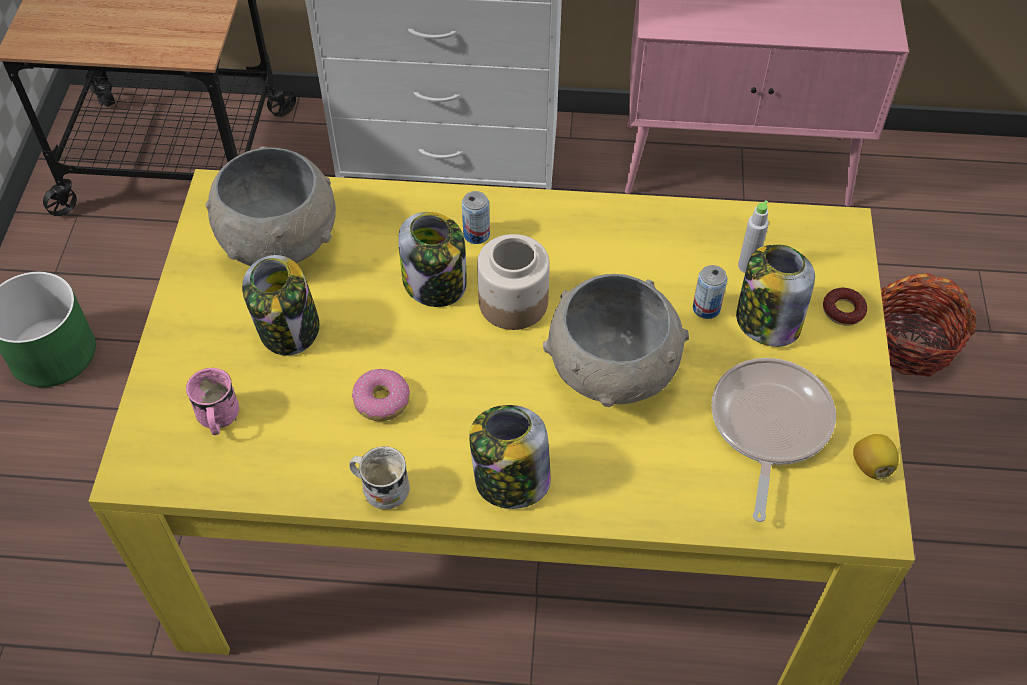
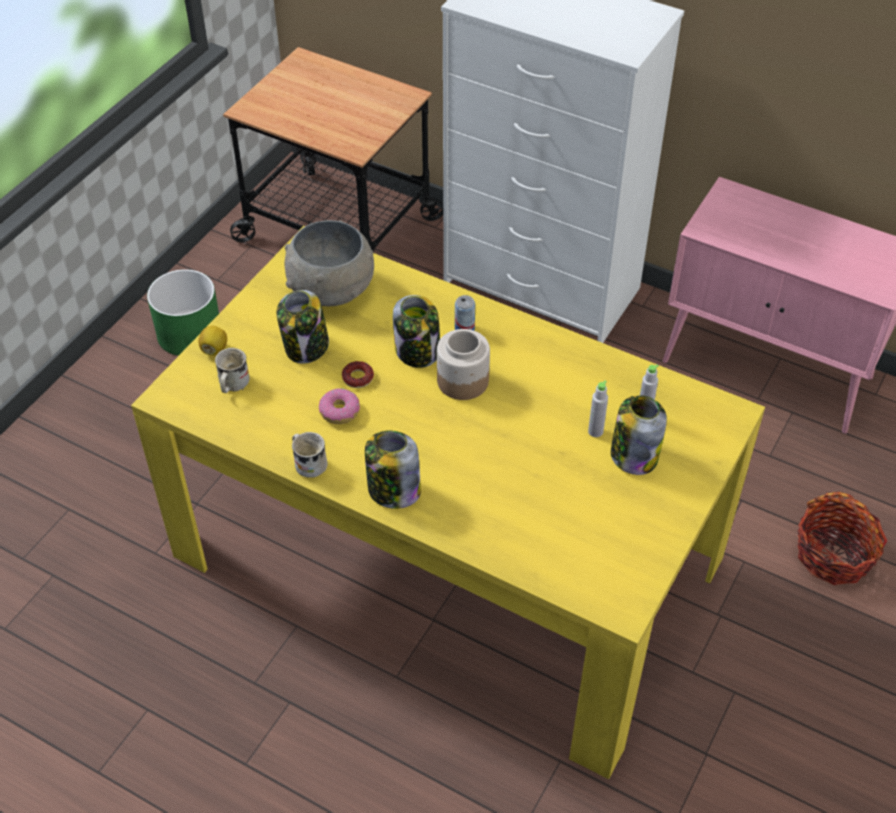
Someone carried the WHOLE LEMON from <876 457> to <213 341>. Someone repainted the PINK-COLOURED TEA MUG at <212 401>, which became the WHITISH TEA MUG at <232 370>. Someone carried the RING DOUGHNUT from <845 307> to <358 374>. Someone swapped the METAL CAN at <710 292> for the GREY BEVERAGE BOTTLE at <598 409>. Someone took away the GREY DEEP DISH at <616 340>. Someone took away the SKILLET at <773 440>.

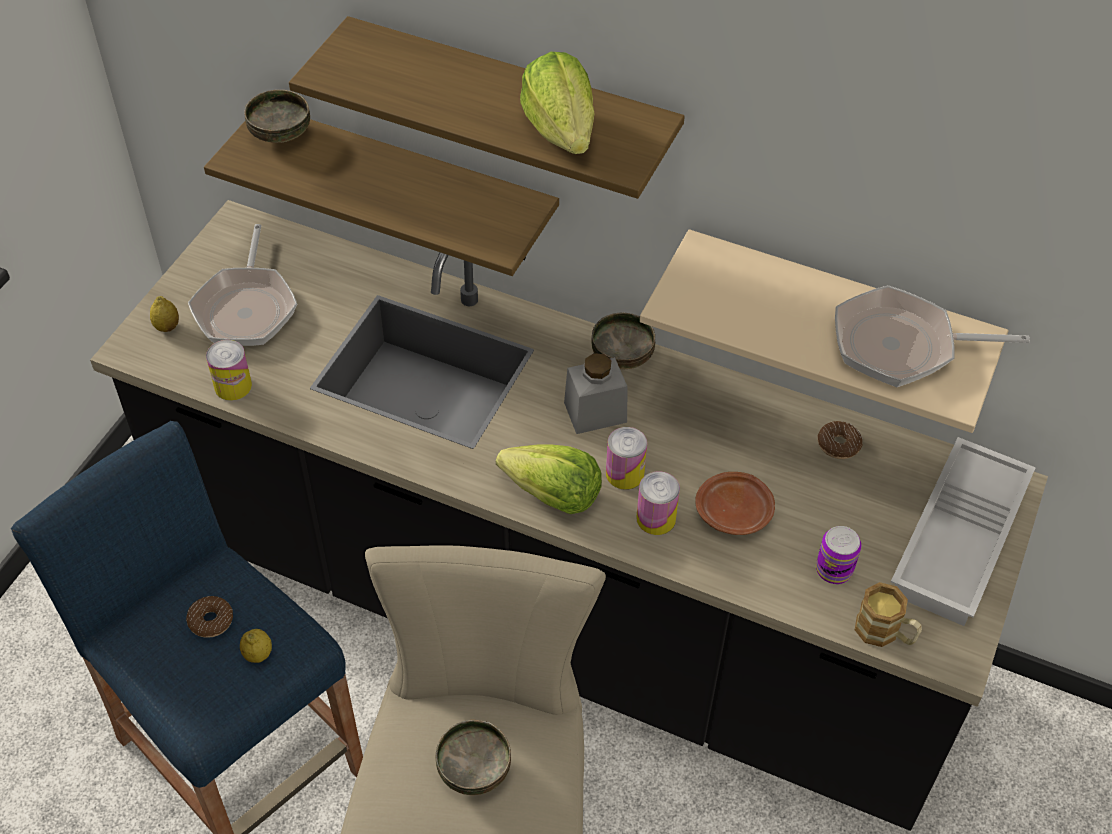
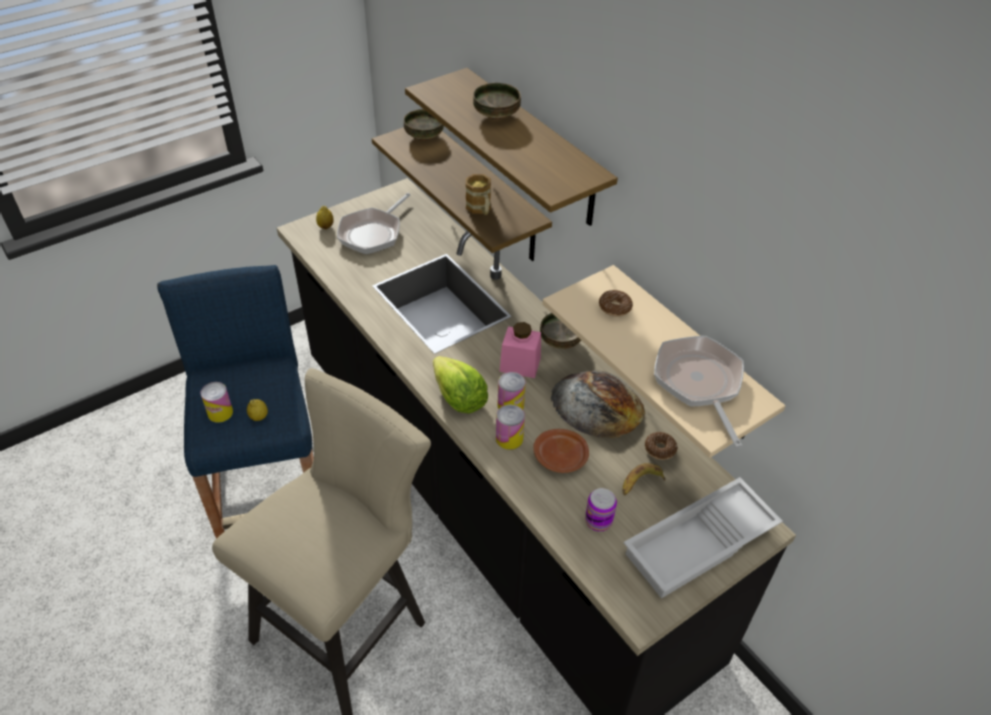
Someone carried the METAL CAN from <229 370> to <216 402>. Someone carried the TEA MUG from <888 614> to <478 194>. Someone carried the DEEP DISH from <473 757> to <497 101>. Someone repainted the GREY JAR at <595 393>, which became the PINK-COLOURED JAR at <520 350>. Someone put down the BAKERY BREAD at <598 404>. Someone carried the RING DOUGHNUT from <209 617> to <616 303>. Someone put down the BANANA at <644 479>. Someone rotated the SKILLET at <932 336> by 45 degrees clockwise. Someone took away the HEAD OF LETTUCE at <557 103>.

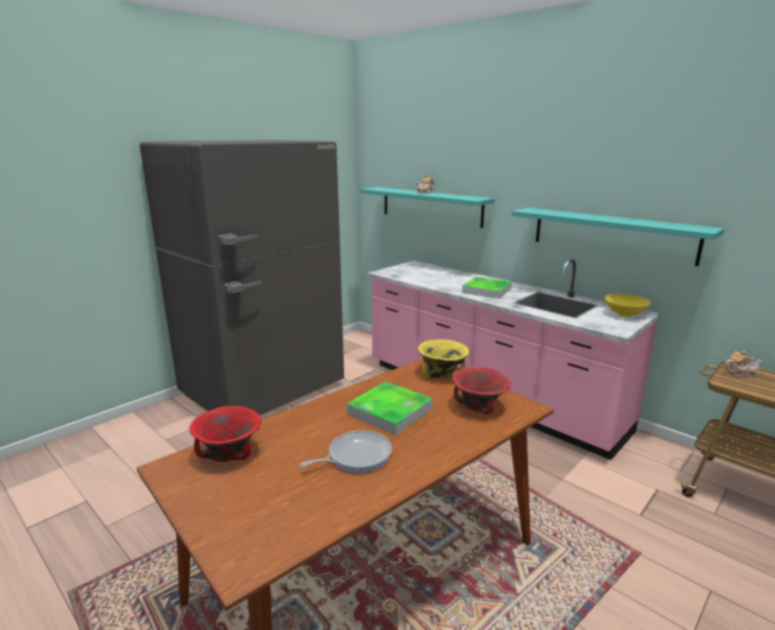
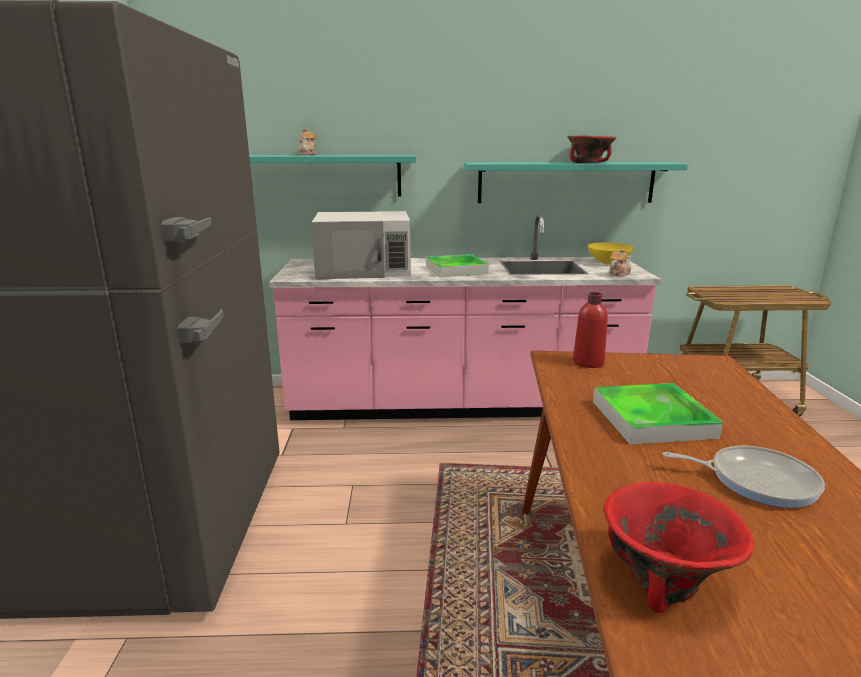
Someone put down the WHITISH KITCHEN MICROWAVE at <361 245>. Someone carried the RED DEEP DISH from <481 391> to <592 149>. Someone swapped the YELLOW DEEP DISH at <443 358> for the RED BEVERAGE BOTTLE at <590 330>. Someone carried the TEAPOT from <743 363> to <620 262>. Someone rotated the SKILLET at <345 451> by 90 degrees clockwise.

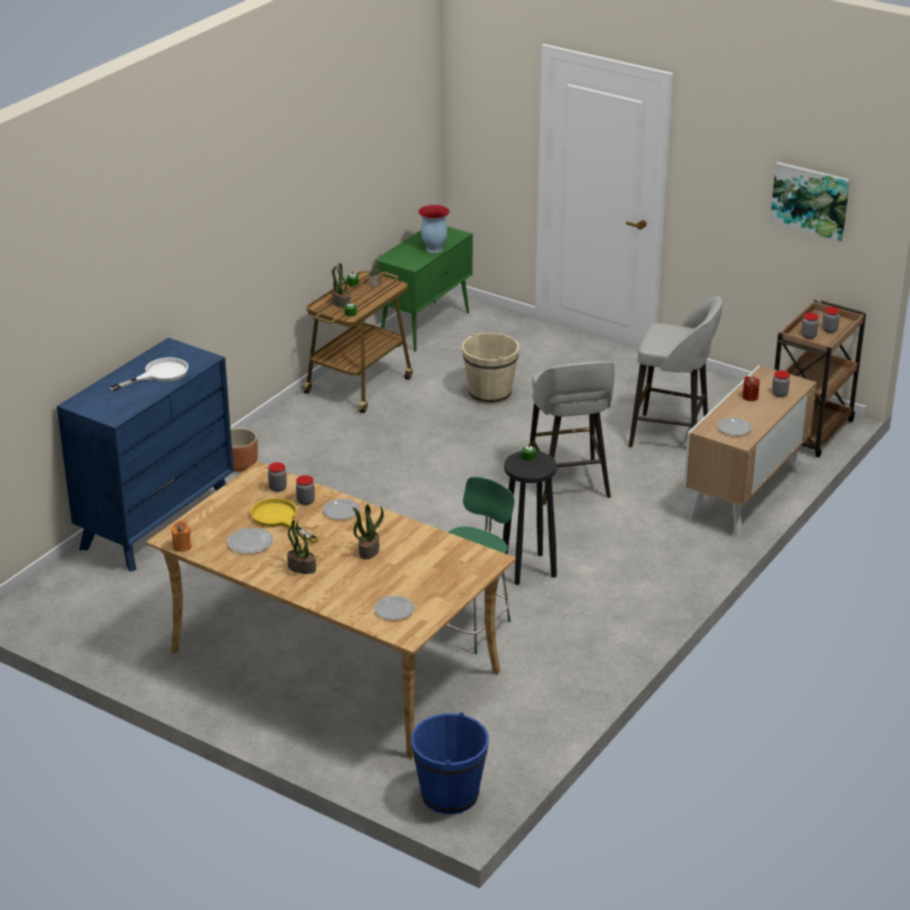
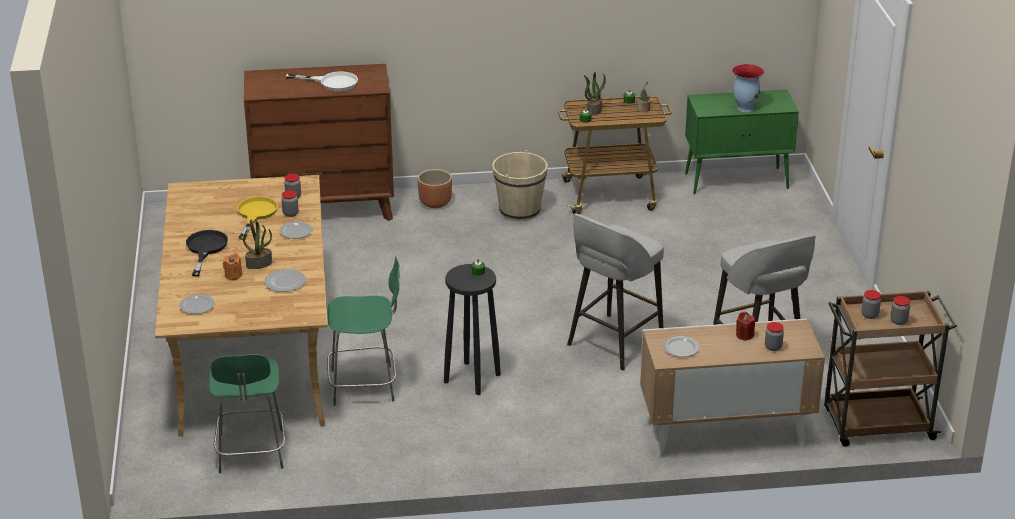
Someone swapped the POTTED PLANT at <301 547> for the BLACK-COLOURED SKILLET at <207 253>. Someone put down the GREENISH PLAIN CHAIR at <247 413>. Someone carried the ORANGE CANDLE from <181 536> to <233 266>. Someone repainted the BLUE DRAWER CHEST at <145 455>, which became the BROWN-COLOURED DRAWER CHEST at <319 142>. Someone carried the DINNER PLATE from <250 541> to <285 280>. Someone carried the SAND-COLOURED WATER BUCKET from <490 369> to <520 185>. Someone took away the BLUE WATER BUCKET at <450 763>. Someone took away the PICTURE at <810 202>.

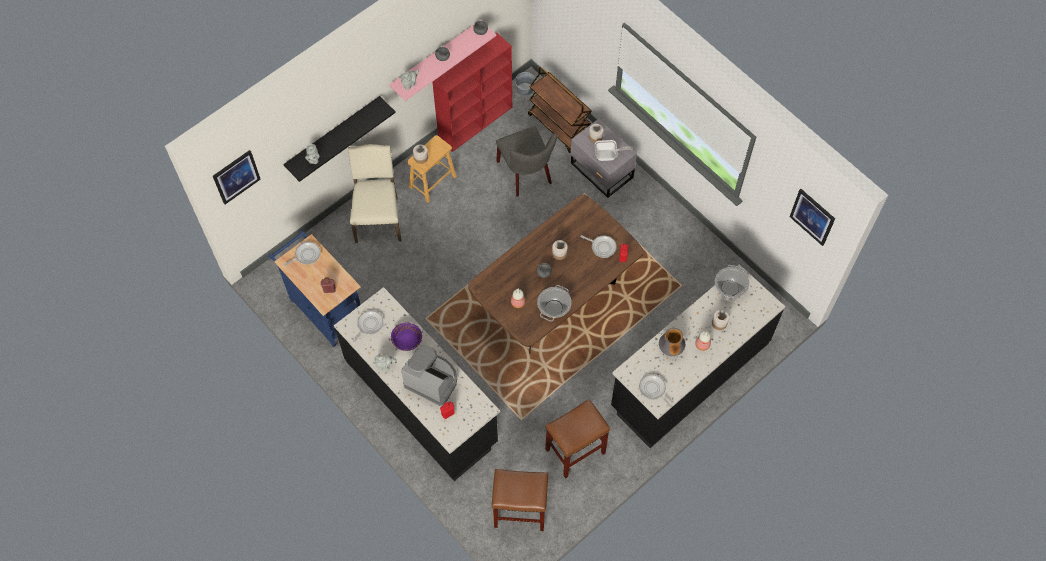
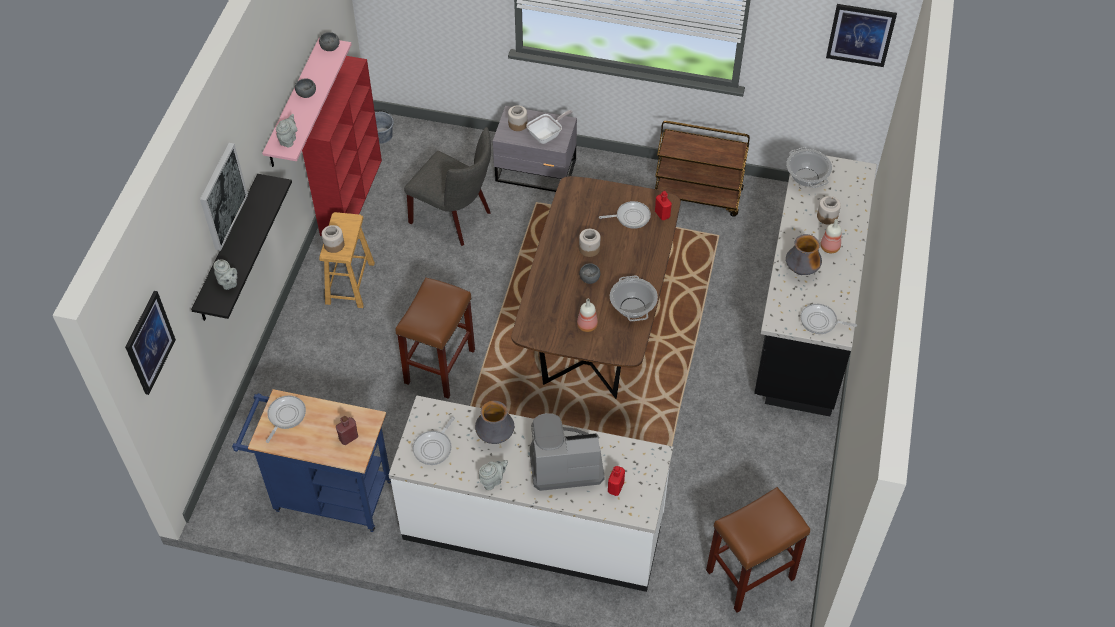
Someone put up the PICTURE at <224 197>. Someone repainted the BLACK-COLOURED KITCHEN COUNTER at <417 384>, which became the WHITISH KITCHEN COUNTER at <530 493>. Someone carried the BROWN-COLOURED STOOL SEAT from <577 439> to <435 338>. Someone rotated the SKILLET at <368 326> by 150 degrees counterclockwise. Someone swapped the PURPLISH DEEP DISH at <406 337> for the VASE at <494 422>. Someone carried the BROWN-COLOURED TROLLEY from <560 110> to <702 169>. Someone took away the SAND-COLOURED PLAIN CHAIR at <374 193>.

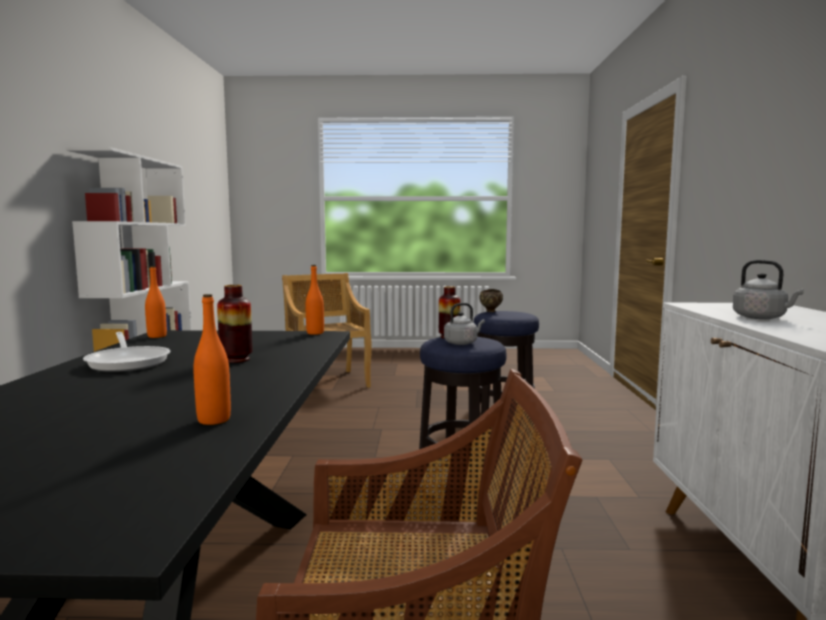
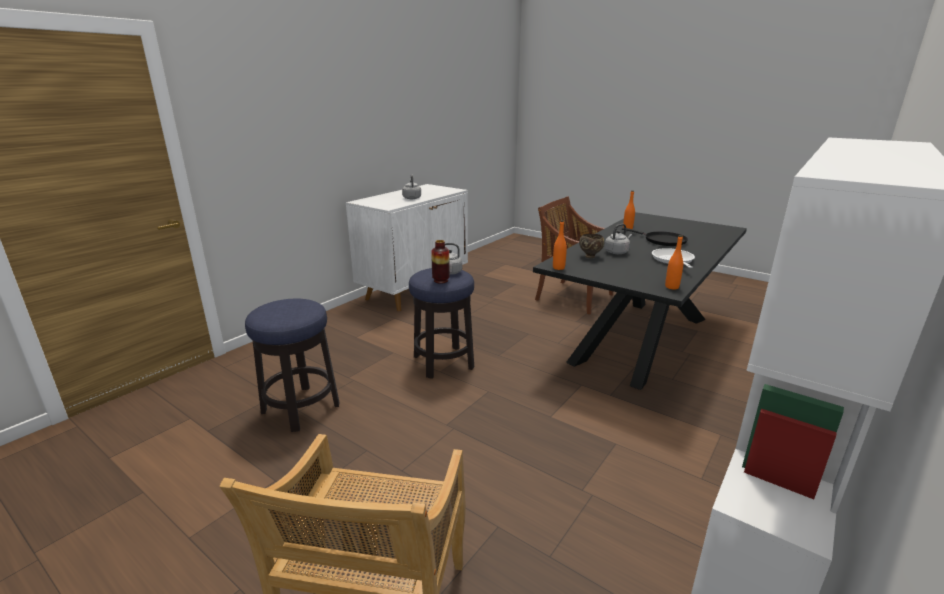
Someone carried the BROWN-COLOURED DEEP DISH from <491 300> to <591 246>. Someone swapped the VASE at <234 324> for the GREY WATER KETTLE at <618 239>. Someone put down the BLACK-COLOURED SKILLET at <655 237>.

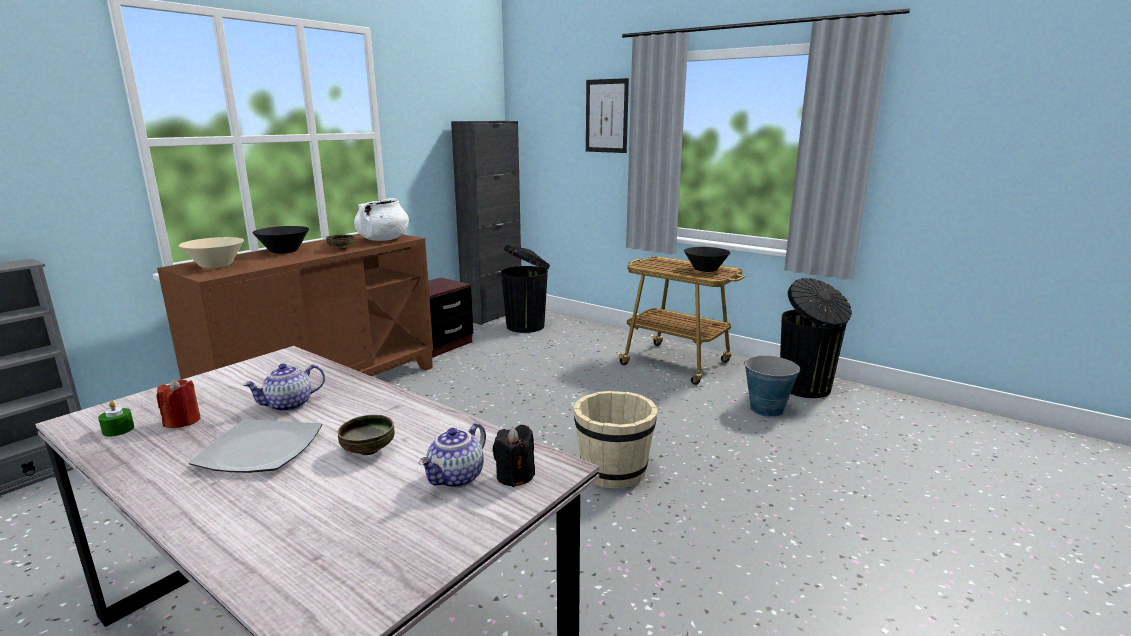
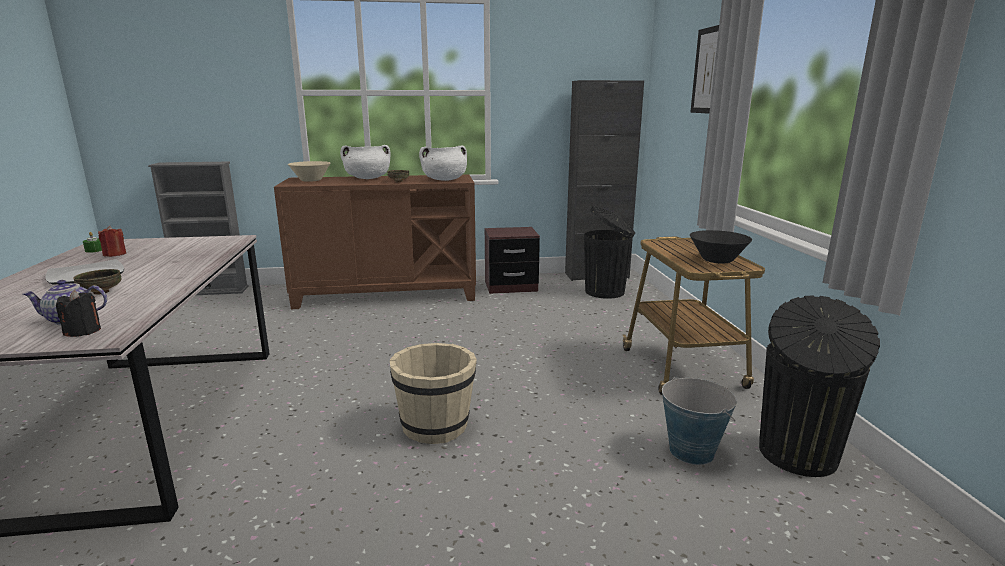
Someone swapped the BLACK-COLOURED DEEP DISH at <280 240> for the WHITISH SAUCEPOT at <365 162>. Someone took away the TEAPOT at <284 388>.

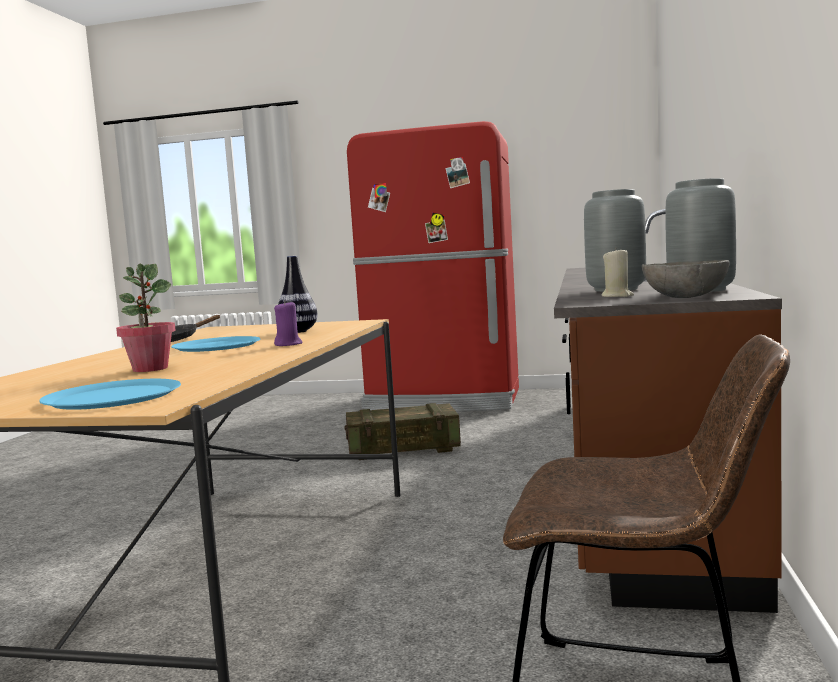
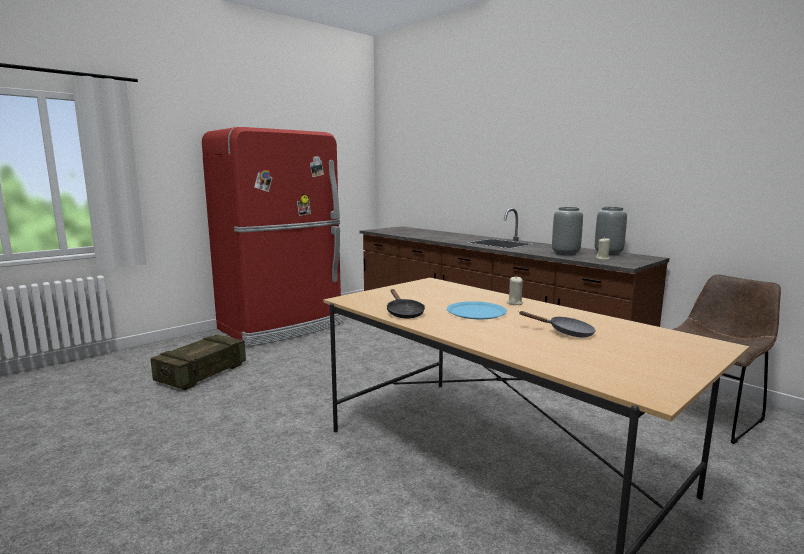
Someone carried the SHIPPING CRATE from <402 431> to <198 362>. Someone repainted the PURPLISH CANDLE at <288 323>, which became the SAND-COLOURED CANDLE at <515 291>. Someone swapped the POTTED PLANT at <146 318> for the GREY SKILLET at <557 324>. Someone took away the BLUE DINNER PLATE at <110 394>. Someone took away the VASE at <297 294>. Someone took away the GREY DEEP DISH at <686 279>.

